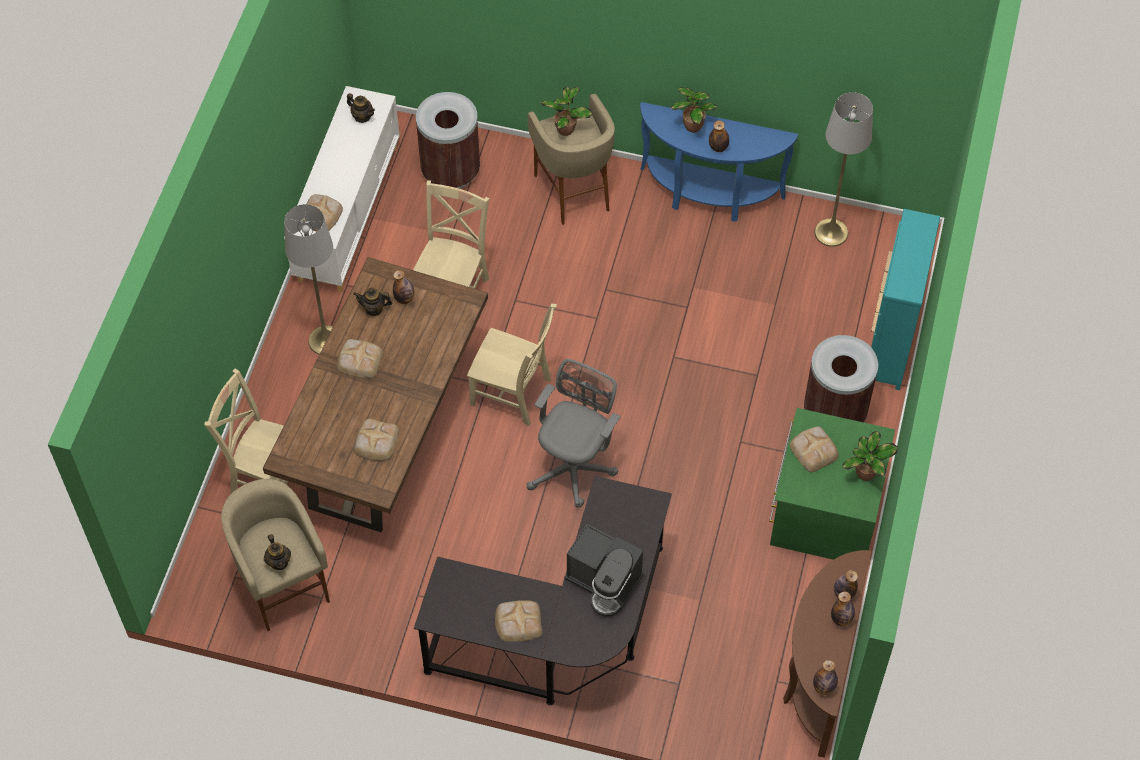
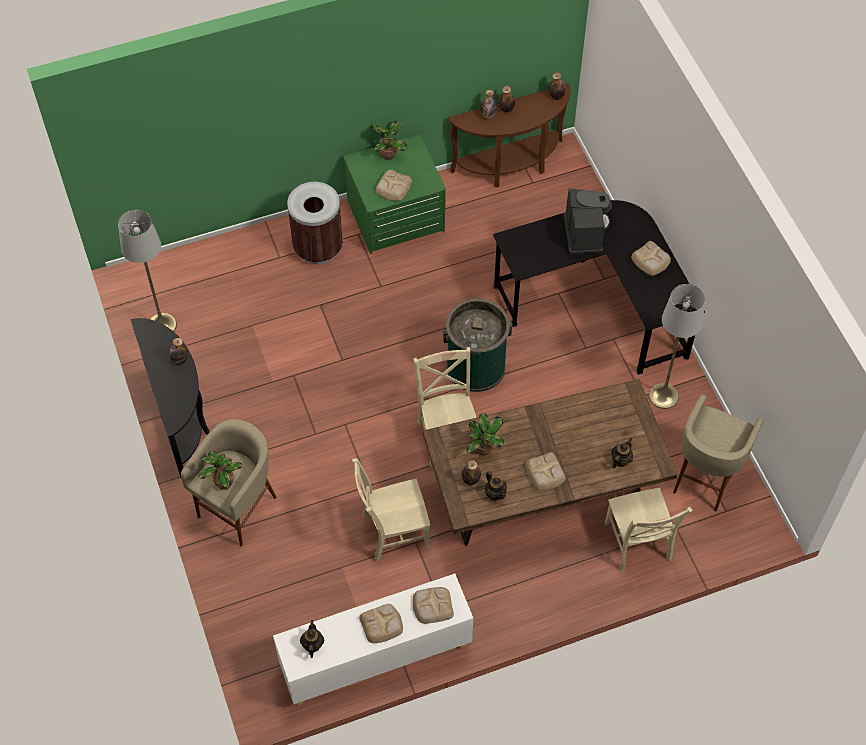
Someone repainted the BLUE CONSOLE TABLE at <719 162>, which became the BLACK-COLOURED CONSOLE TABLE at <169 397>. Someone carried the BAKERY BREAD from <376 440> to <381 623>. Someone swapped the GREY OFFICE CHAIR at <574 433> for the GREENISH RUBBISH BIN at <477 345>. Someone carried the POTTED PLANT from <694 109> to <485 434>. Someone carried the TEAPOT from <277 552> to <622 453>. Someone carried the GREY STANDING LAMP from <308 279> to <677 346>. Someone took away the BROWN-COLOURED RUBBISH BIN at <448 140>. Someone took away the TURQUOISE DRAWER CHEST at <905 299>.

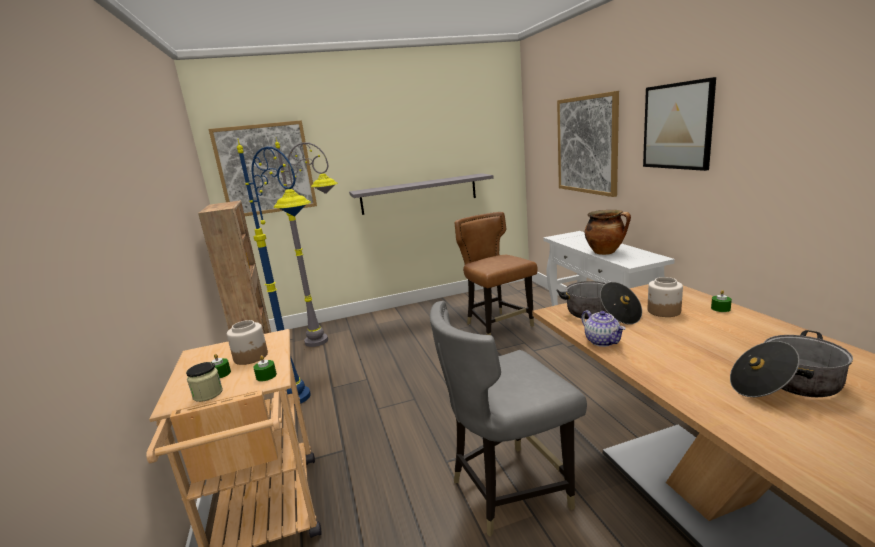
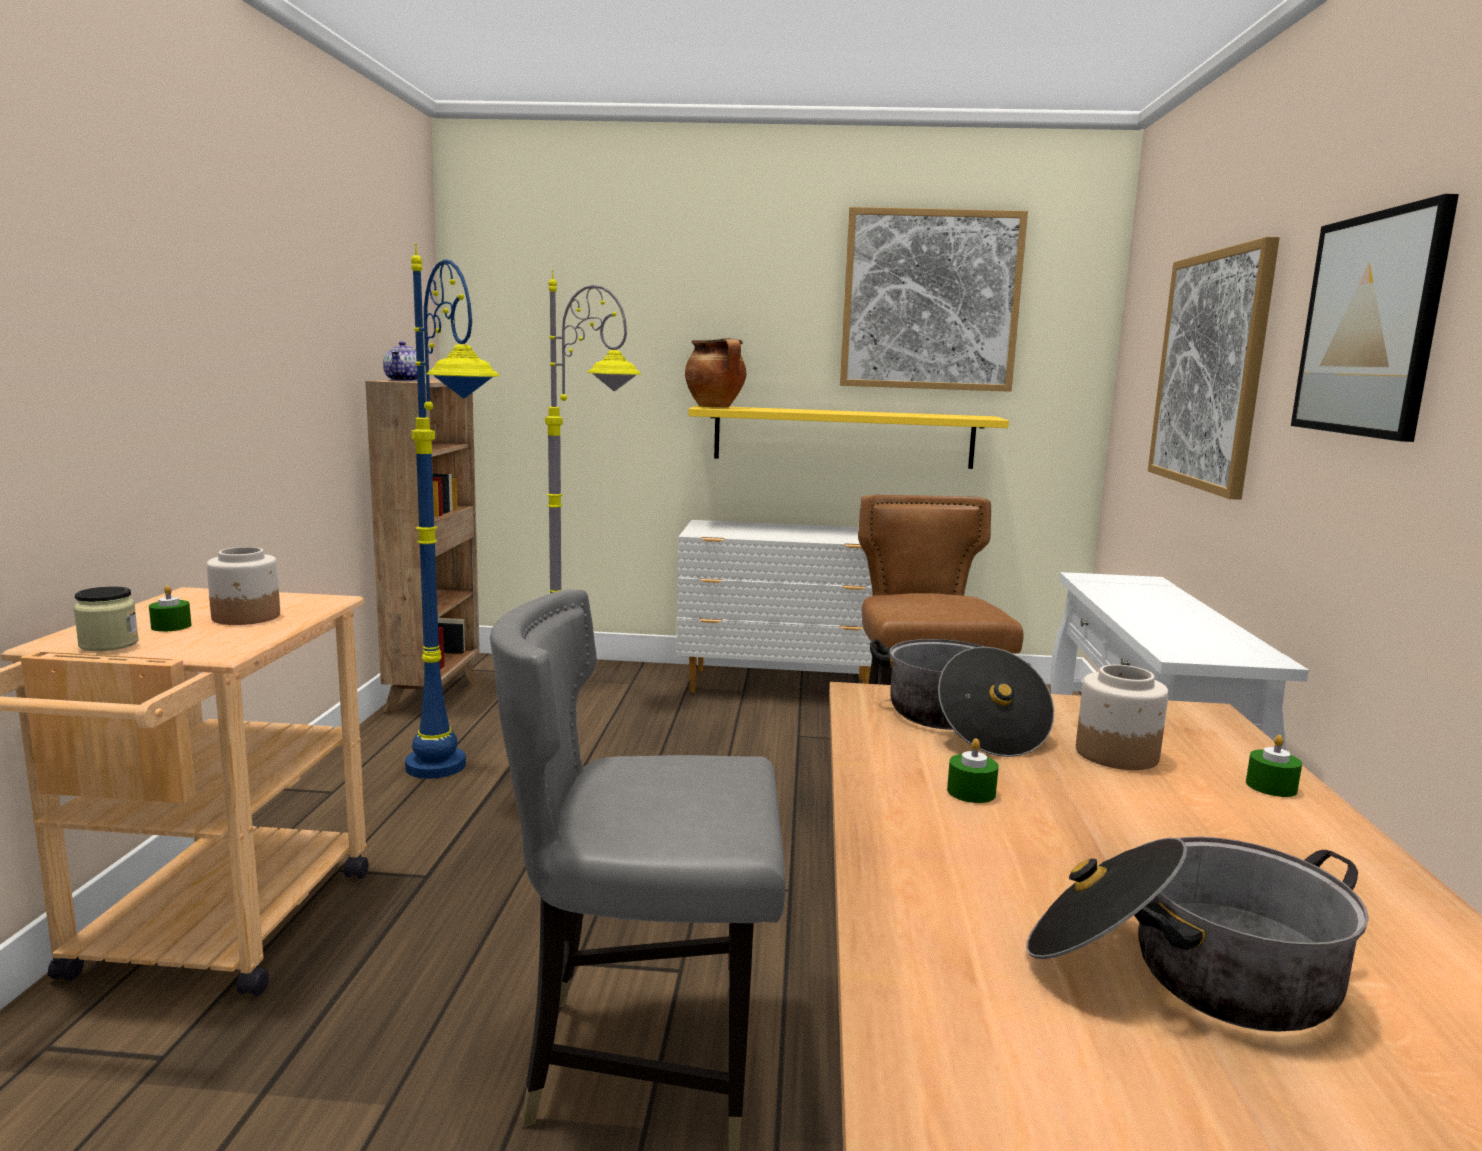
Someone carried the TEAPOT from <603 328> to <400 361>. Someone put down the WHITISH DRAWER CHEST at <774 606>. Someone carried the SAUCEPOT from <608 232> to <716 373>. Someone repainted the GREY BRACKET SHELF at <421 194>, which became the YELLOW BRACKET SHELF at <848 437>. Someone carried the PICTURE from <262 168> to <934 299>. Someone carried the GREENISH CANDLE from <265 368> to <973 770>.

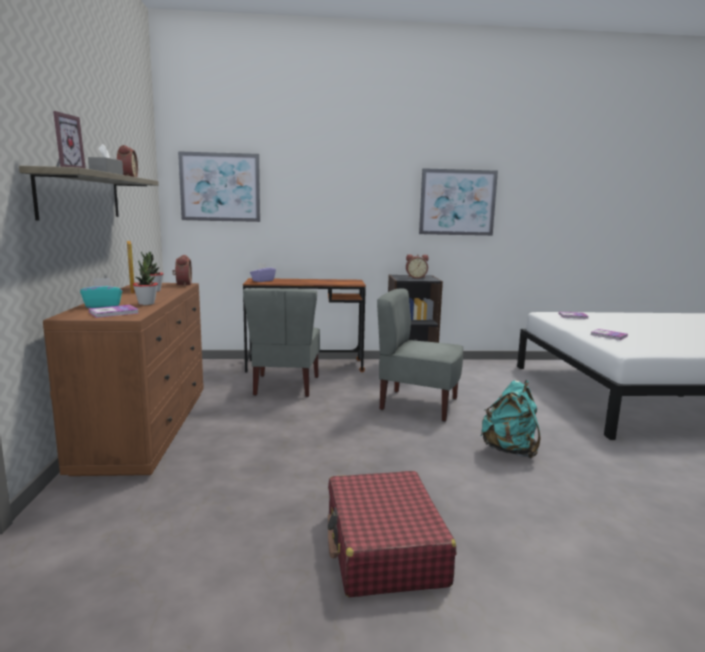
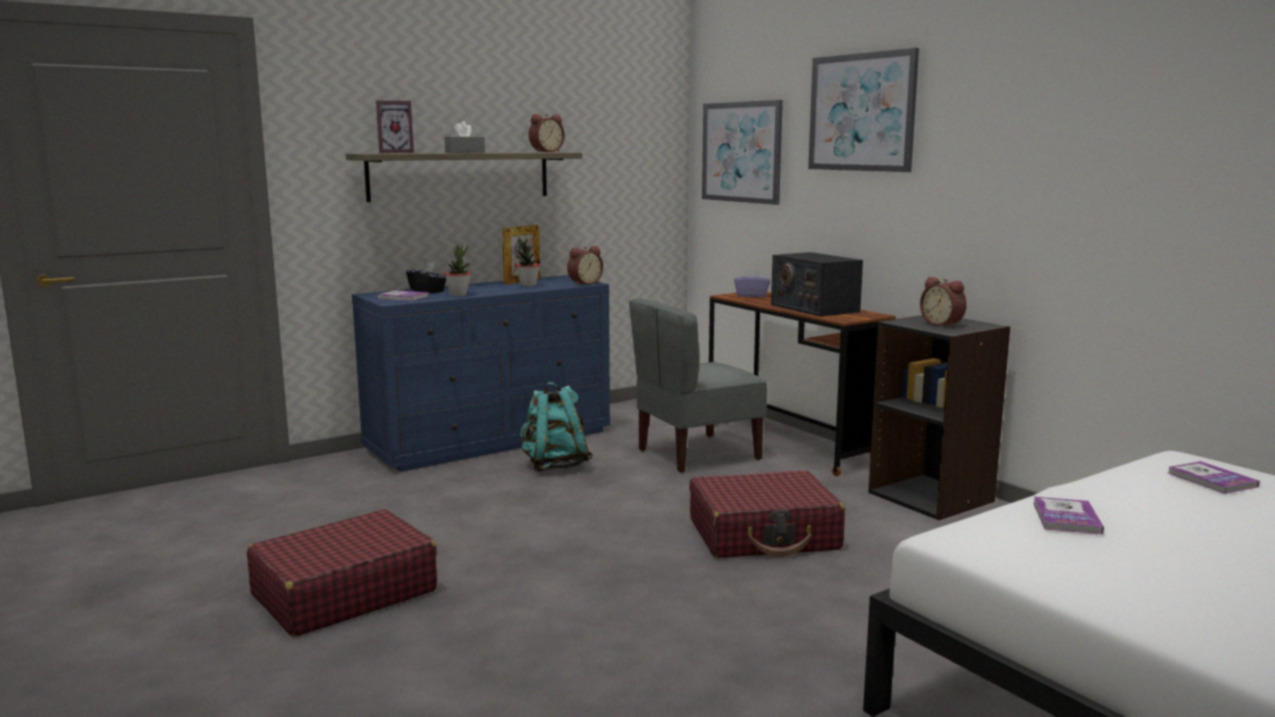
Someone repainted the BROWN-COLOURED DRAWER CHEST at <123 379>, which became the BLUE DRAWER CHEST at <481 373>. Someone repainted the TURQUOISE TISSUE BOX at <101 293>, which became the BLACK-COLOURED TISSUE BOX at <426 277>. Someone carried the TURQUOISE RUCKSACK from <510 419> to <556 427>. Someone swapped the GREY PLAIN CHAIR at <420 355> for the RED TRAVEL CASE at <767 514>. Someone put down the RADIO SET at <817 284>. Someone carried the PICTURE from <458 202> to <863 110>.

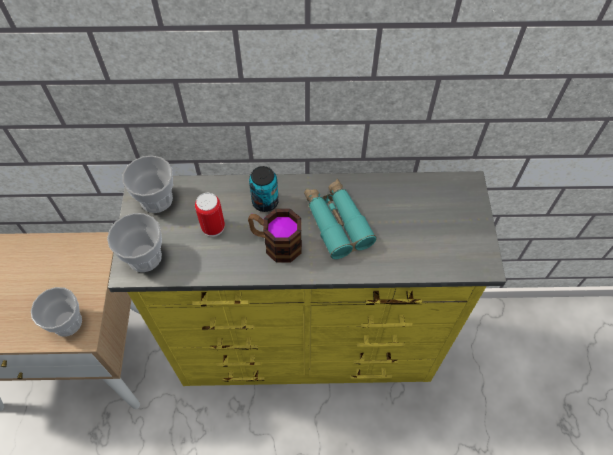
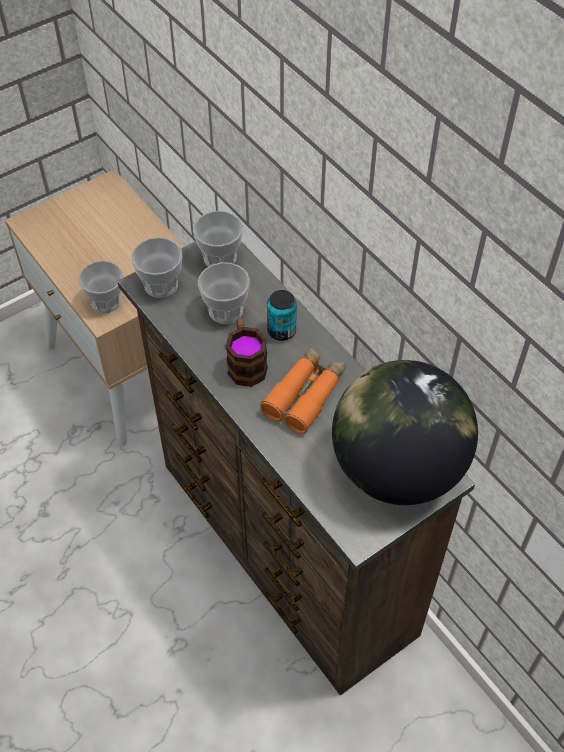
Someone repainted the YELLOW DRAWER CHEST at <307 278>, which became the BROWN-COLOURED DRAWER CHEST at <296 468>. Someone swapped the METAL CAN at <210 215> for the CUP at <224 293>. Someone repainted the TURQUOISE BINOCULARS at <340 219>, which became the ORANGE BINOCULARS at <303 390>. Someone put down the GLOBE at <405 432>.

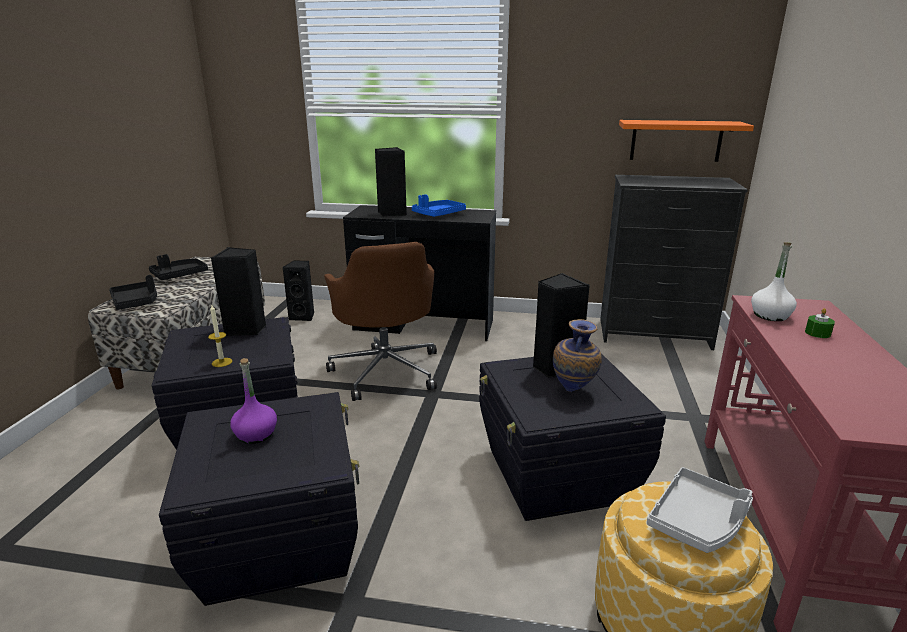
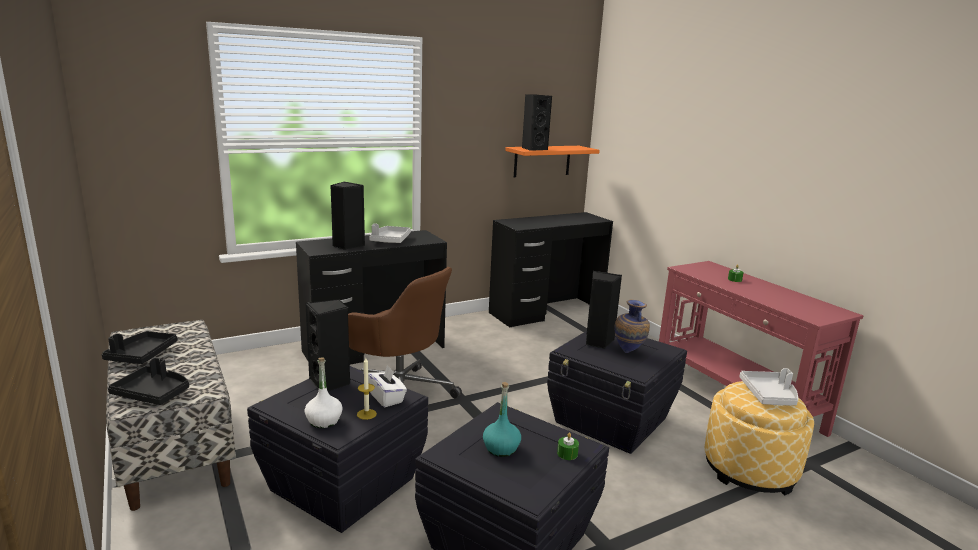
Someone carried the WHITISH BEVERAGE BOTTLE from <774 281> to <324 393>. Someone put down the WHITISH TISSUE BOX at <387 386>. Someone repainted the BLUE SERVING TRAY at <439 205>, which became the GREY SERVING TRAY at <390 233>. Someone repainted the PURPLISH BEVERAGE BOTTLE at <253 401>, which became the TURQUOISE BEVERAGE BOTTLE at <502 419>. Someone swapped the BLACK-COLOURED DRAWER CHEST at <674 262> for the BLACK-COLOURED DESK TABLE at <551 269>. Someone carried the BLACK-COLOURED LOUDSPEAKER from <299 291> to <537 122>. Someone put down the GREENISH CANDLE at <568 446>.

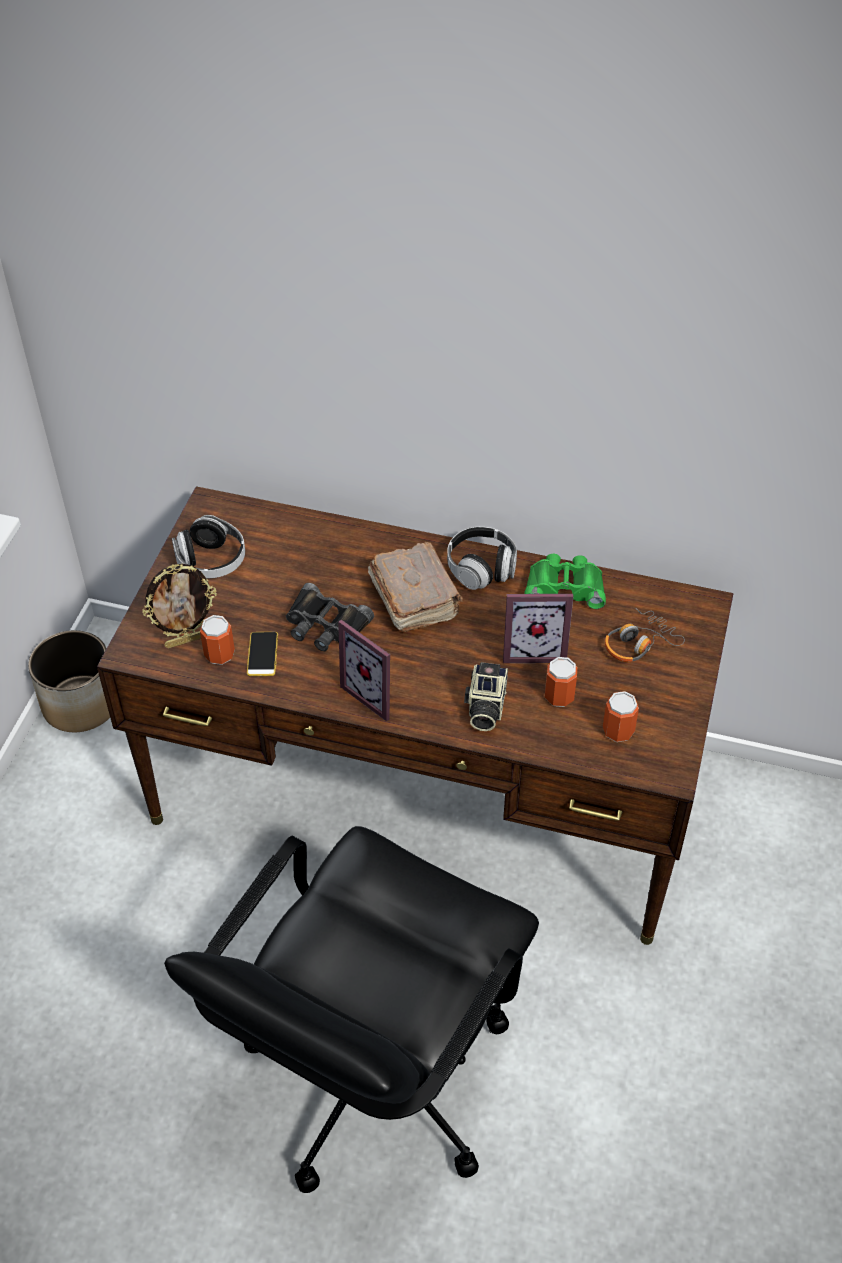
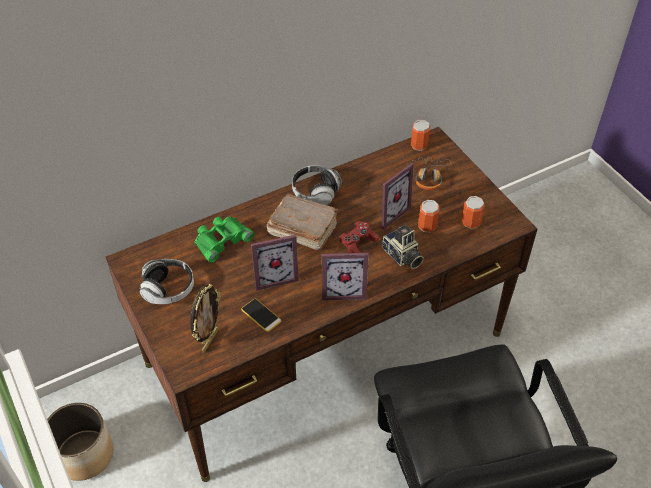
Someone carried the GREENISH BINOCULARS from <565 581> to <224 240>. Someone swapped the BLACK-COLOURED BINOCULARS at <330 617> for the PHOTO FRAME at <275 263>. Someone put down the RED JOYPAD at <359 237>. Someone carried the METAL CAN from <217 640> to <420 135>.

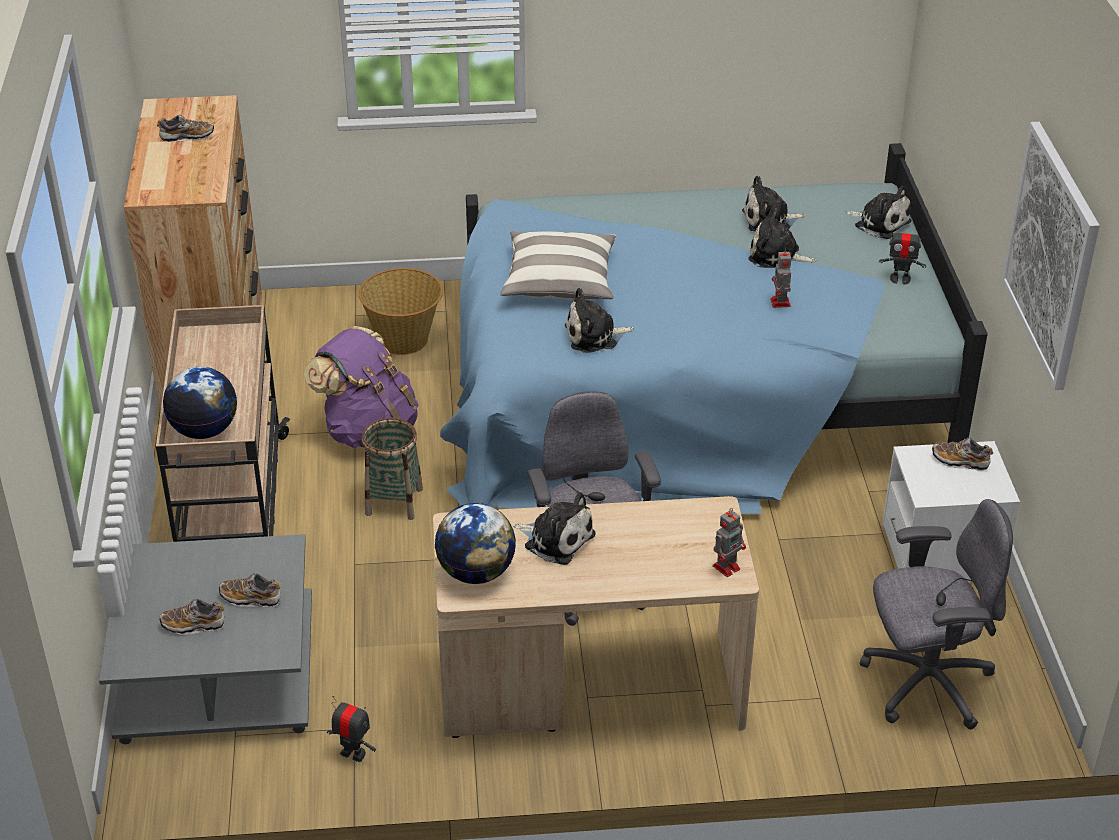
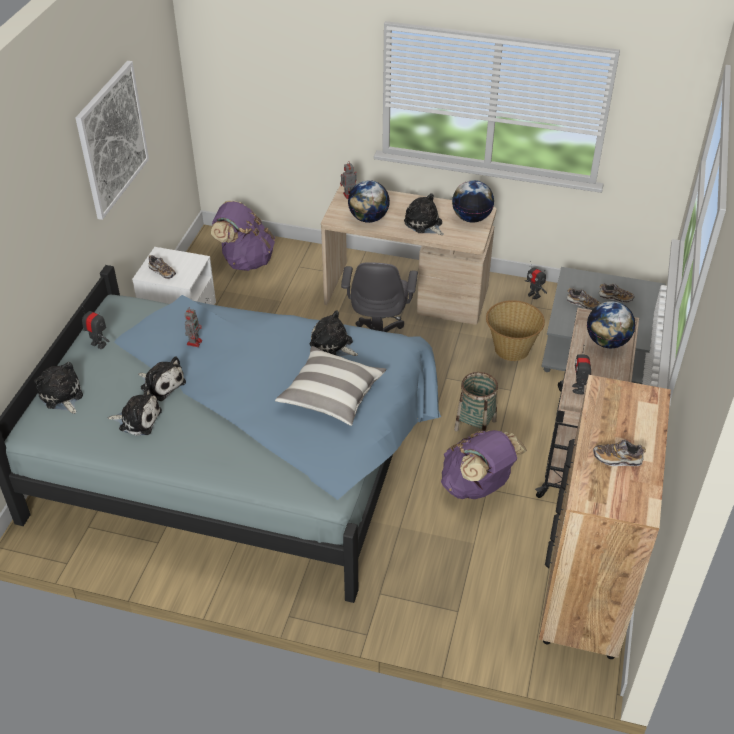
Someone swapped the GREY OFFICE CHAIR at <936 614> for the PURPLISH RUCKSACK at <243 236>. Someone rotated the SOFT TOY at <599 320> by 150 degrees counterclockwise. Someone put down the GLOBE at <369 201>. Someone carried the HOUSEHOLD BASKET from <401 311> to <515 330>. Someone put down the MODEL ROBOT at <581 370>.

